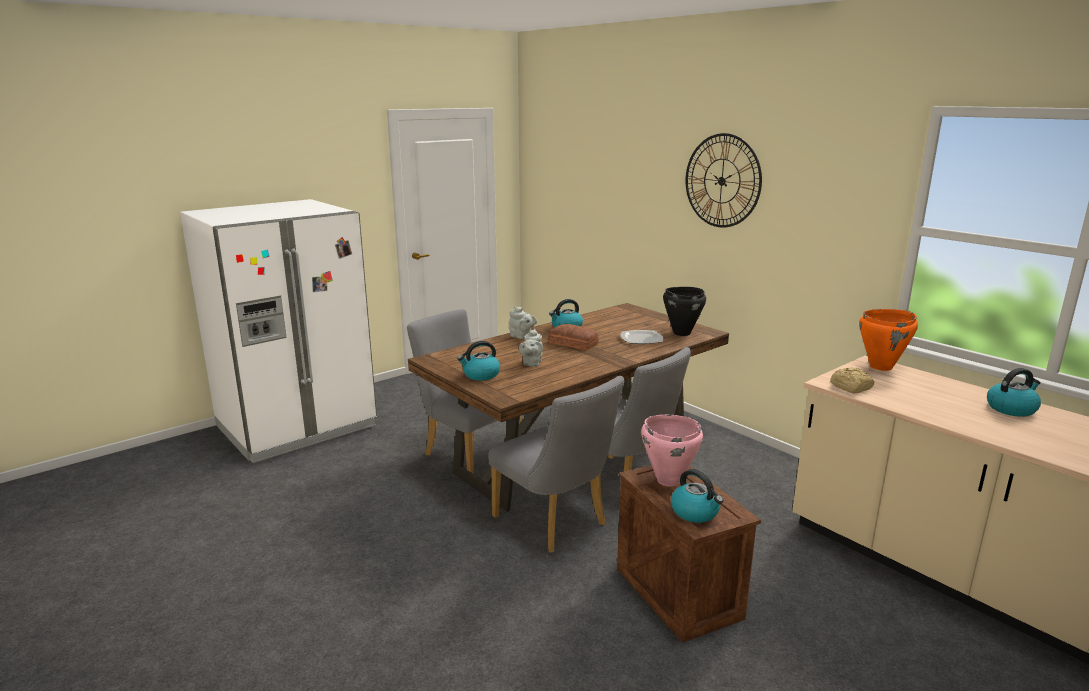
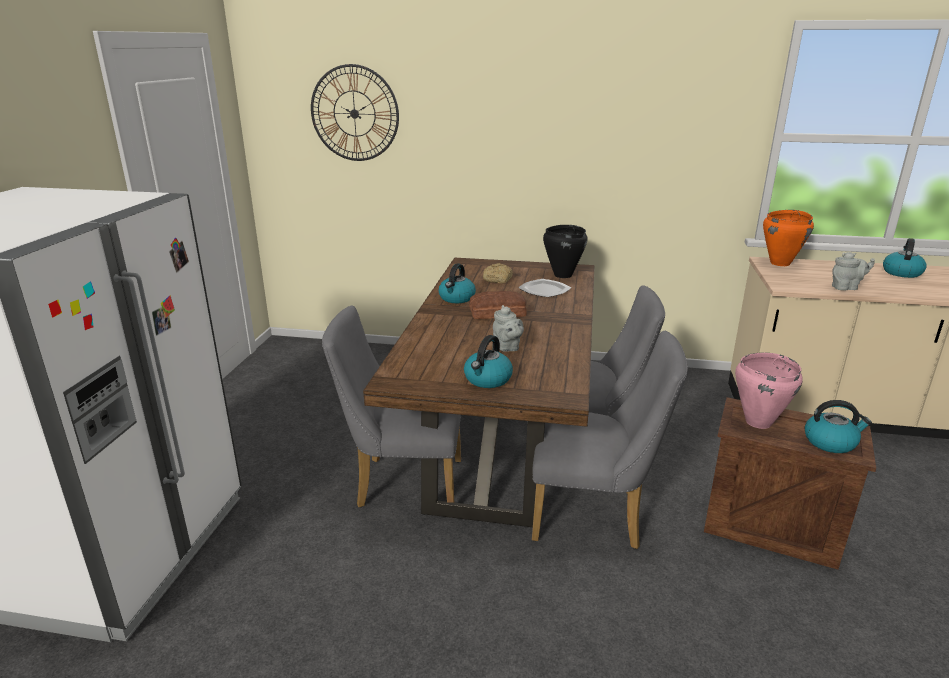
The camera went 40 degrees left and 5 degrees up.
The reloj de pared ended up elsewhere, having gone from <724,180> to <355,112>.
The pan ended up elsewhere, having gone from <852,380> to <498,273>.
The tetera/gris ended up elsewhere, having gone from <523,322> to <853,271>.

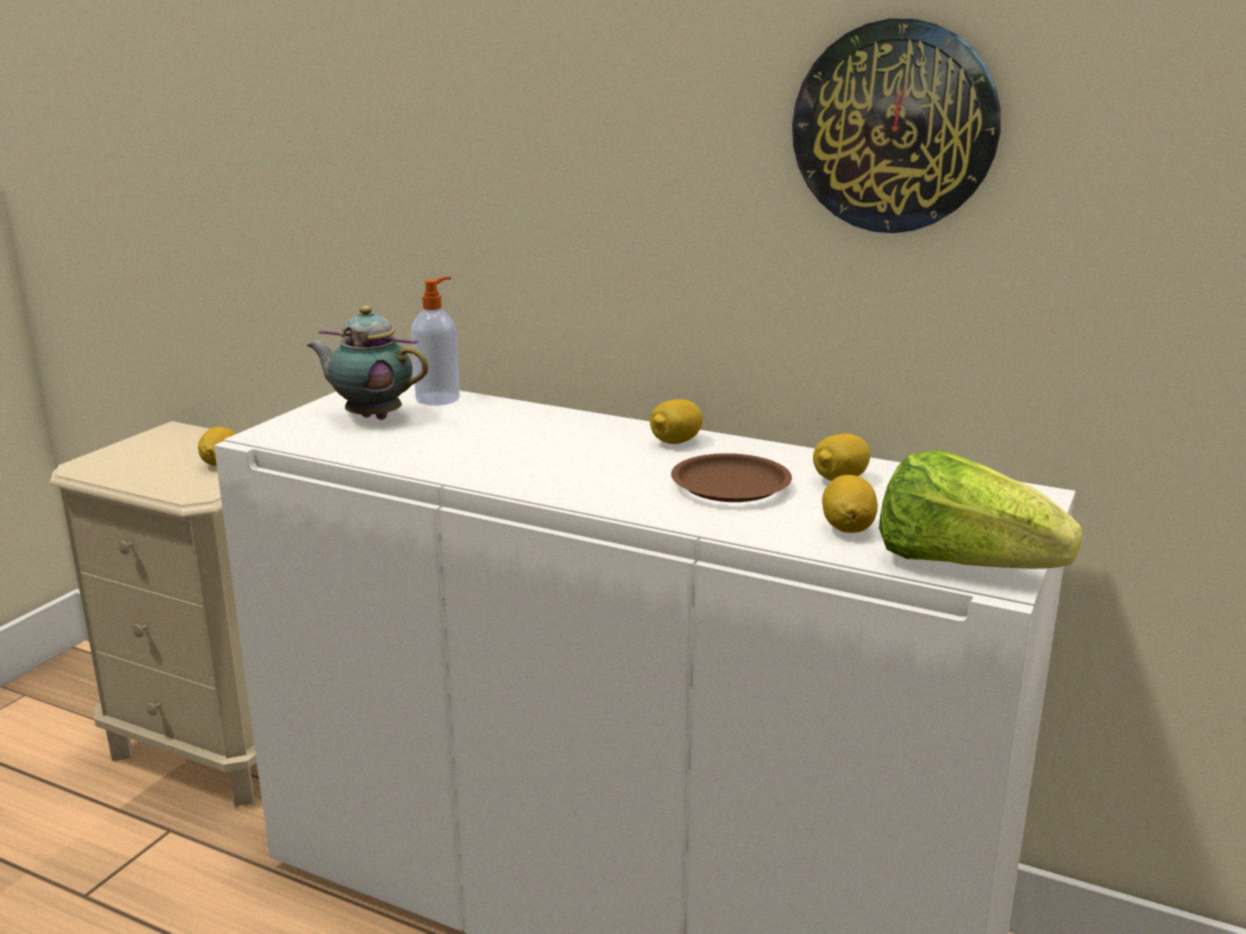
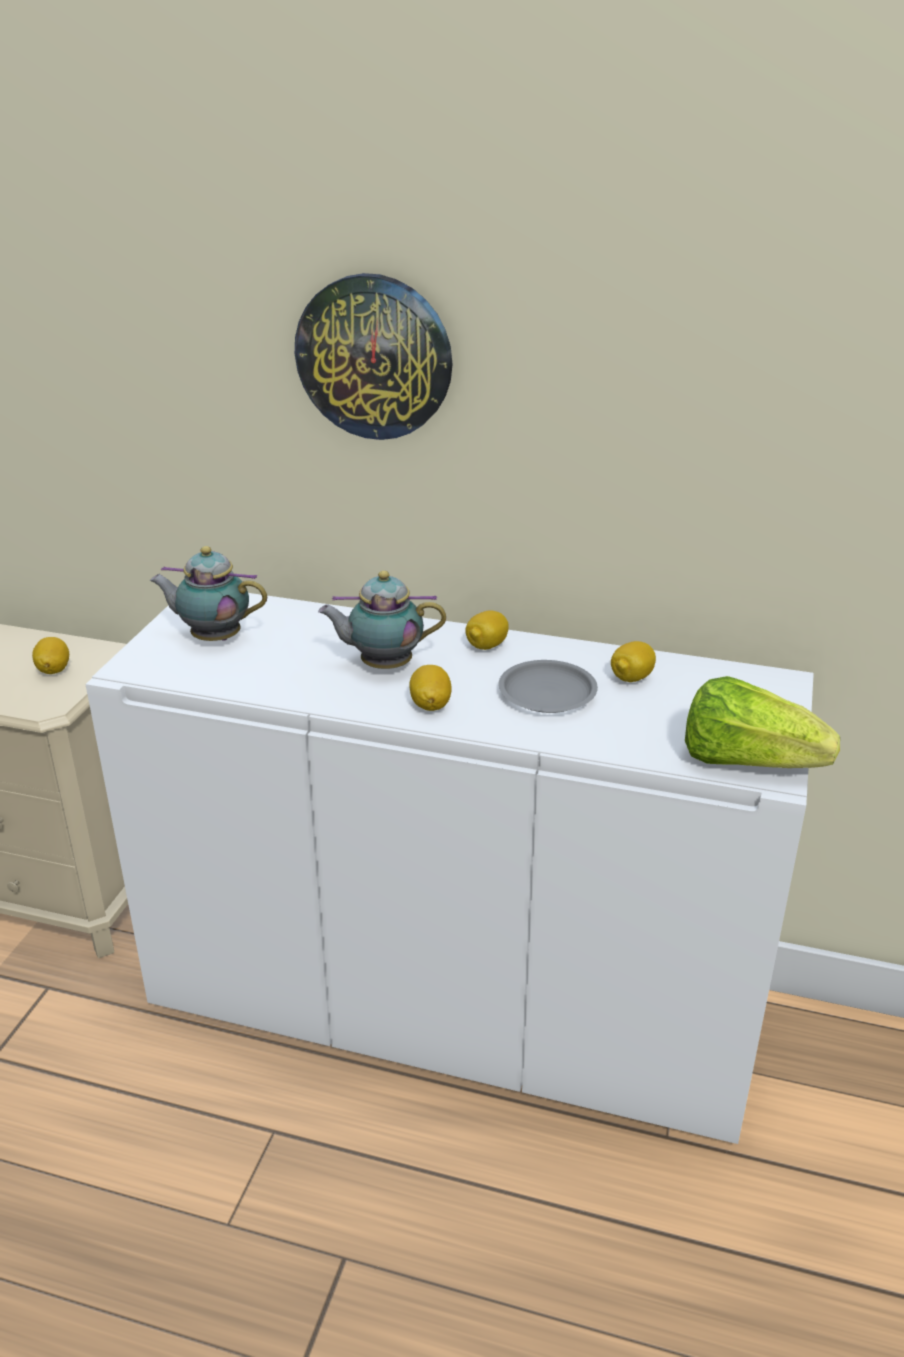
The camera went 10 degrees left and 10 degrees up.
The reloj de pared ended up elsewhere, having gone from <896,126> to <373,356>.
The second view gained the tetera at <382,620>.
The limón ended up elsewhere, having gone from <850,504> to <430,688>.
What was the plato/marrón at <731,477> turned into the plato/gris at <548,686>.
The second view lost the dispensador de jabón at <435,341>.

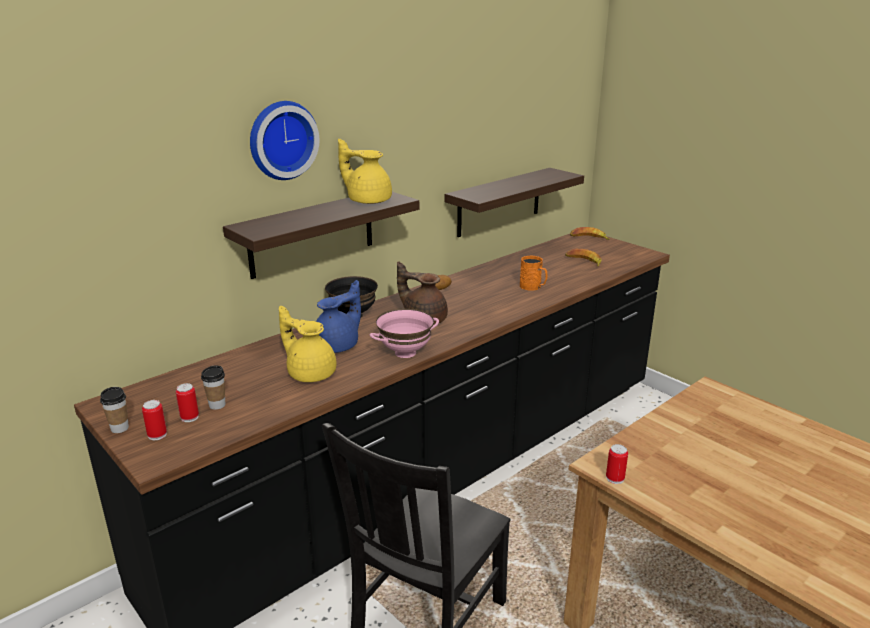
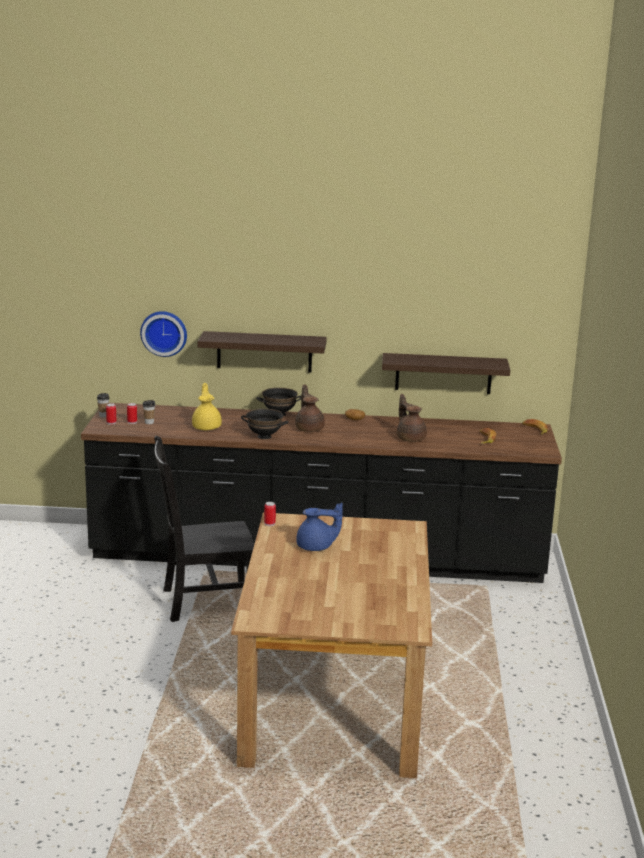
The camera went 45 degrees right and 5 degrees down.
The reloj de pared ended up elsewhere, having gone from <284,140> to <163,334>.
What was the cuenco/rosa at <404,333> turned into the cuenco/negro at <265,424>.
The tetera/azul ended up elsewhere, having gone from <338,316> to <319,527>.
Where the taza grande/naranja stood at <534,273>, the tetera/marrón came to stand at <412,418>.
The second view lost the tetera/amarillo at <365,171>.

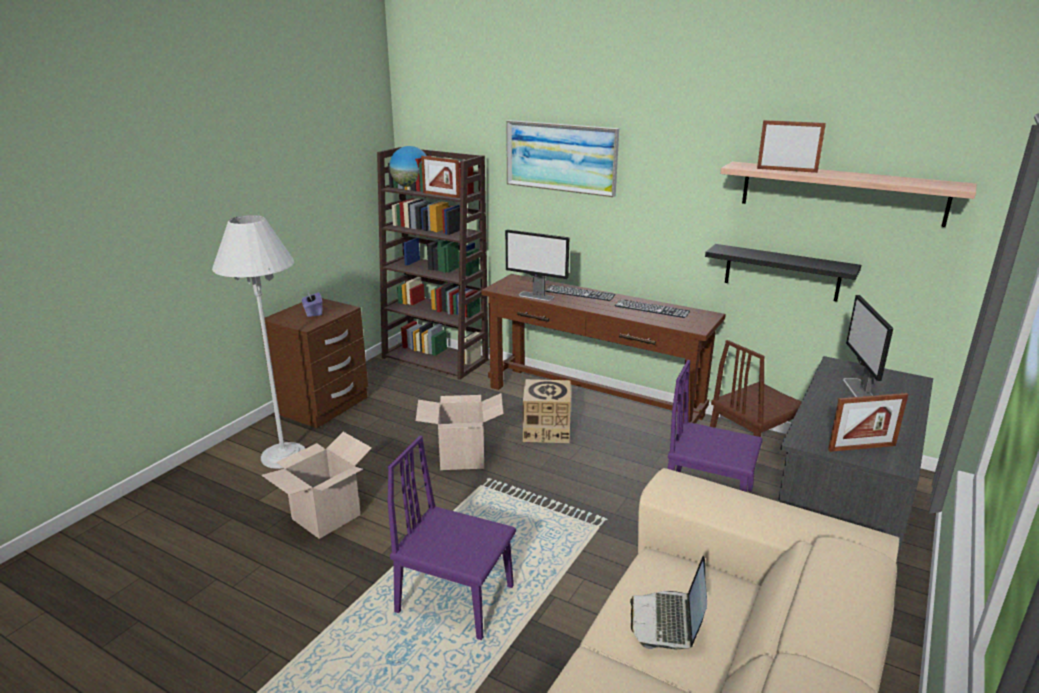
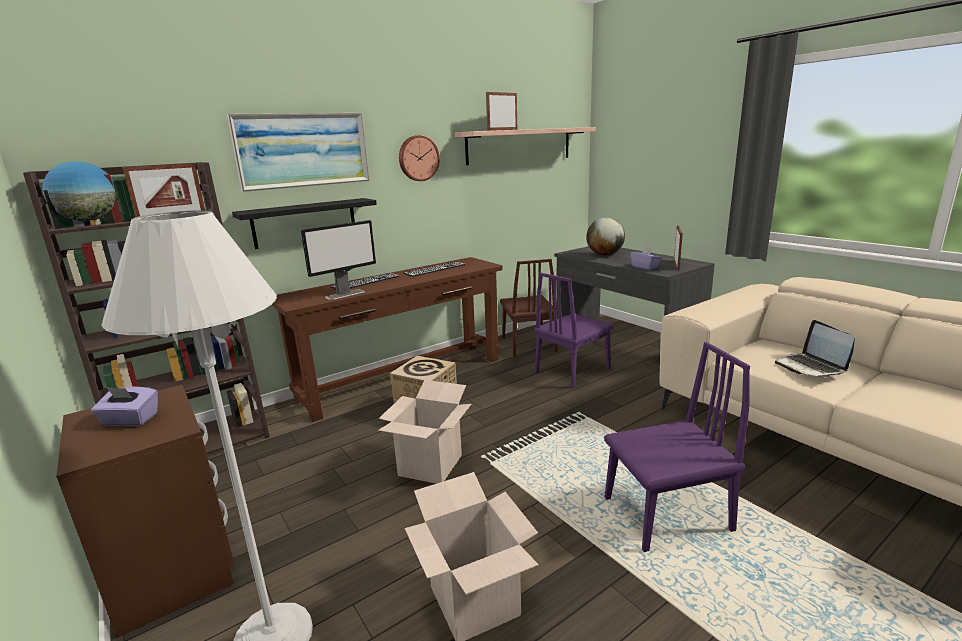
The camera went 65 degrees left and 5 degrees down.
The estante/negro ended up elsewhere, having gone from <783,273> to <304,223>.
The second view gained the reloj de pared at <419,158>.
Where the monitor stood at <868,346>, the globo terráqueo came to stand at <605,236>.
The silla/morado at <452,538> ended up facing another way, 150 degrees counterclockwise from before.
The second view gained the caja de pañuelos/morado at <645,258>.
The portátil at <668,602> ended up facing another way, 45 degrees clockwise from before.

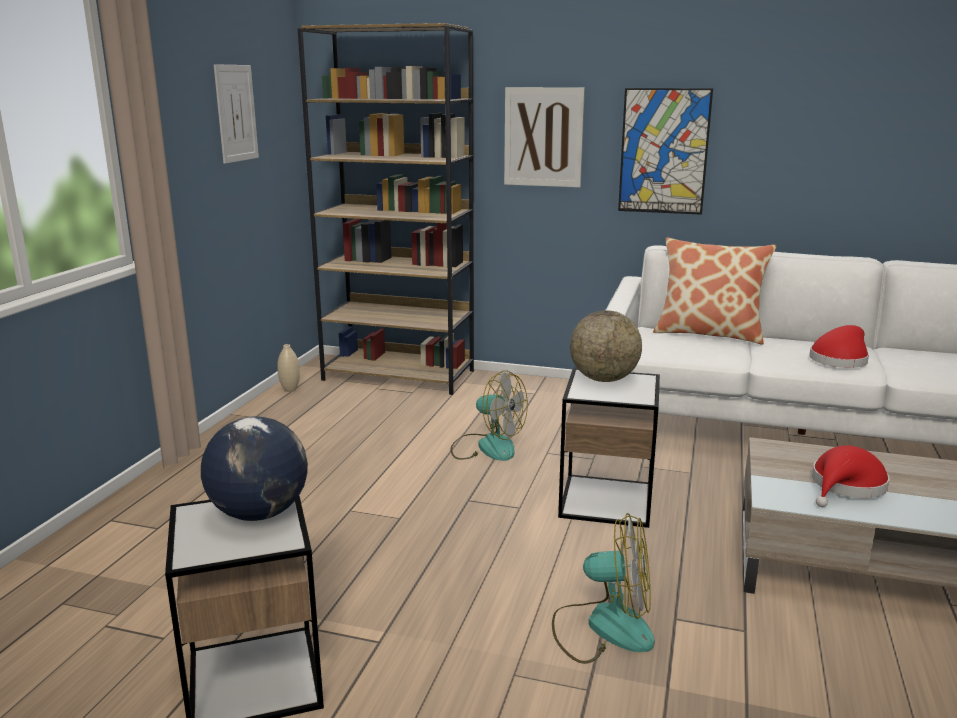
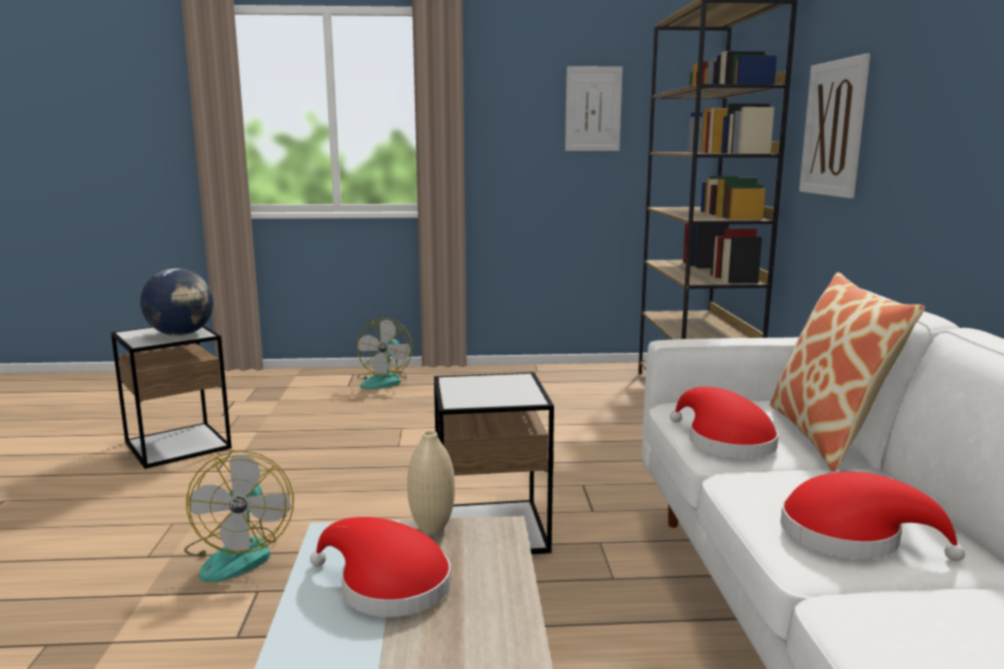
The camera went 70 degrees right and 5 degrees down.
The ventilador ended up elsewhere, having gone from <489,415> to <385,353>.
The florero/beis ended up elsewhere, having gone from <288,368> to <431,482>.
The second view gained the sombrero/rojo at <724,422>.
The second view lost the globo terráqueo at <606,346>.
The second view lost the cuadro at <665,151>.

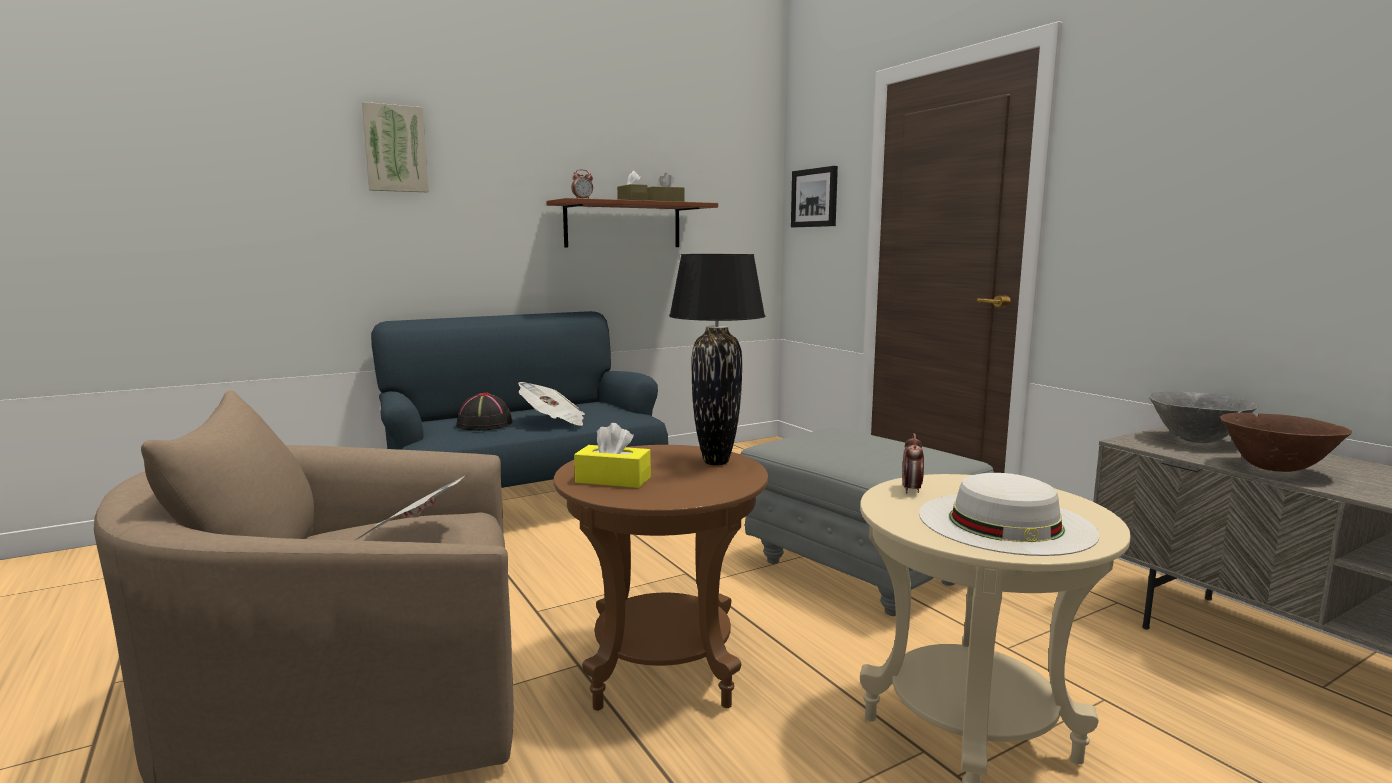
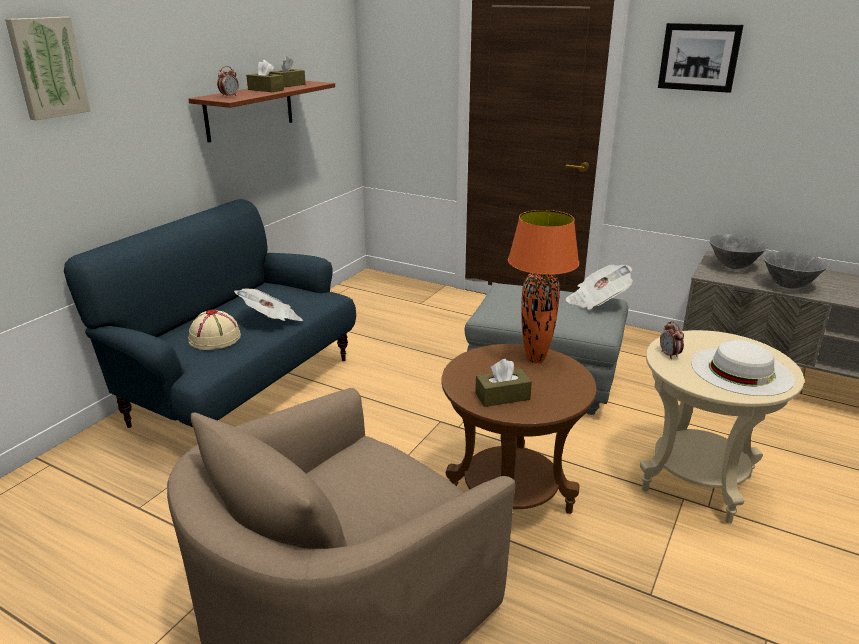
The camera went 30 degrees left and 15 degrees up.
What was the sombrero/negro at <484,411> turned into the sombrero/beis at <214,329>.
What was the caja de pañuelos/amarillo at <612,455> turned into the caja de pañuelos/marrón at <503,383>.
What was the lámpara de mesa/negro at <717,360> turned into the lámpara de mesa/naranja at <543,286>.
The periódico ended up elsewhere, having gone from <411,508> to <599,287>.
The cuadro ended up elsewhere, having gone from <814,196> to <701,58>.
What was the cuenco/marrón at <1286,442> turned into the cuenco/gris at <795,269>.

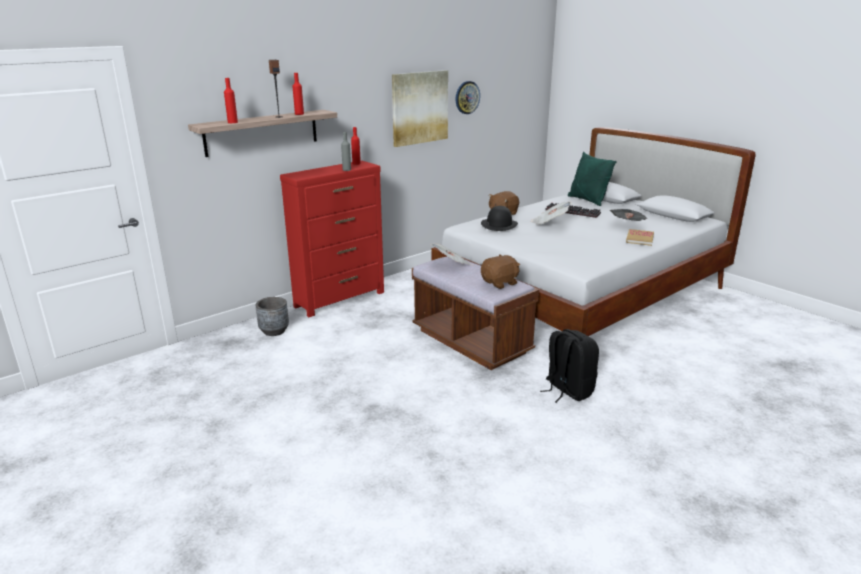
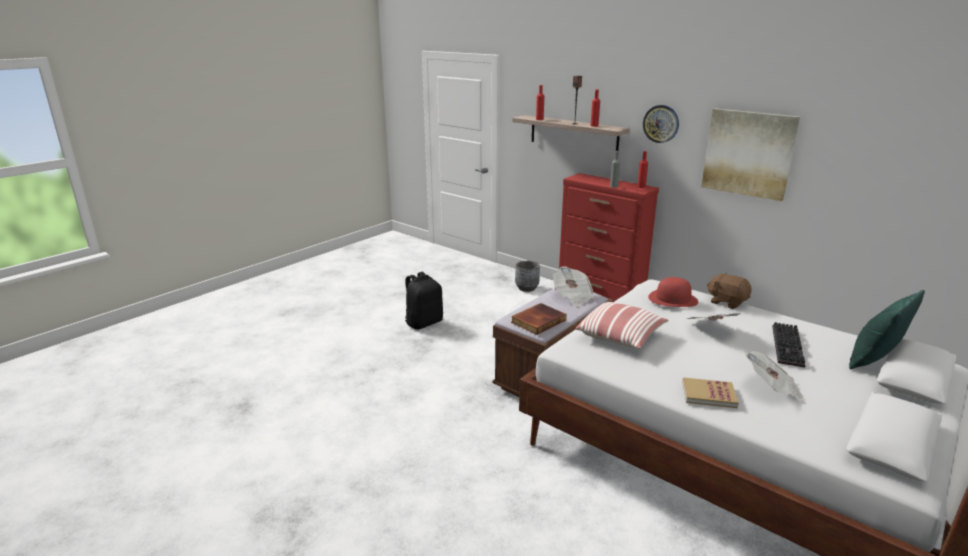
The camera went 80 degrees right and 0 degrees up.
The mochila/negro ended up elsewhere, having gone from <569,366> to <424,301>.
Where the peluche/marrón stood at <500,271>, the libro came to stand at <539,319>.
The second view gained the cojín at <622,325>.
The reloj de pared ended up elsewhere, having gone from <468,97> to <661,124>.
What was the sombrero/negro at <499,218> turned into the sombrero/rojo at <673,292>.

